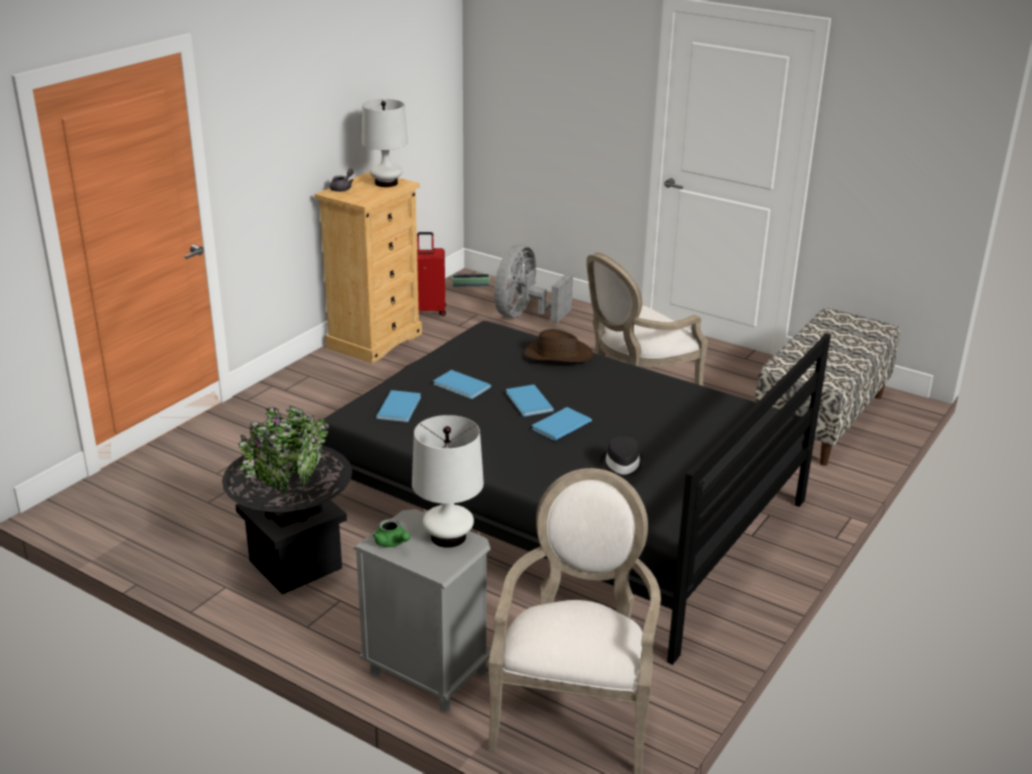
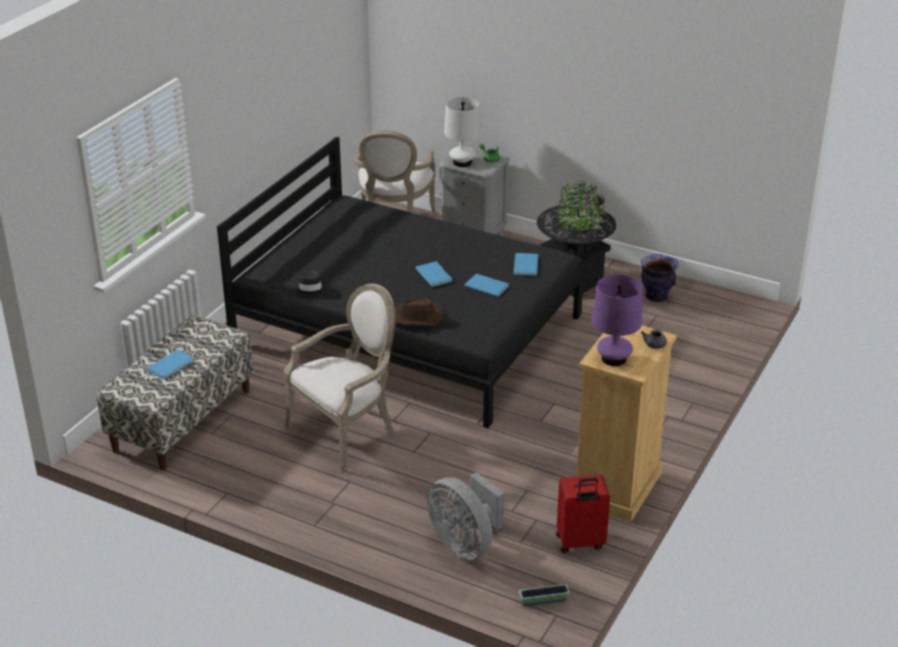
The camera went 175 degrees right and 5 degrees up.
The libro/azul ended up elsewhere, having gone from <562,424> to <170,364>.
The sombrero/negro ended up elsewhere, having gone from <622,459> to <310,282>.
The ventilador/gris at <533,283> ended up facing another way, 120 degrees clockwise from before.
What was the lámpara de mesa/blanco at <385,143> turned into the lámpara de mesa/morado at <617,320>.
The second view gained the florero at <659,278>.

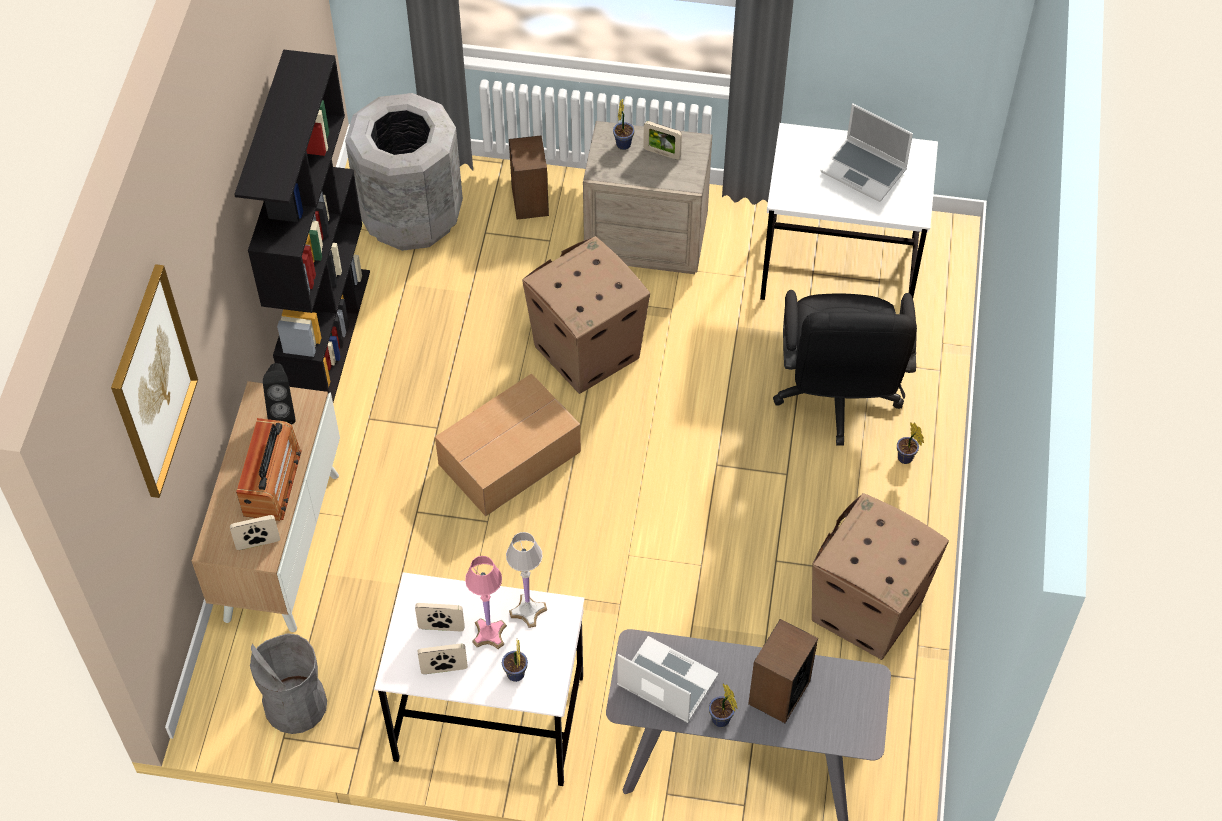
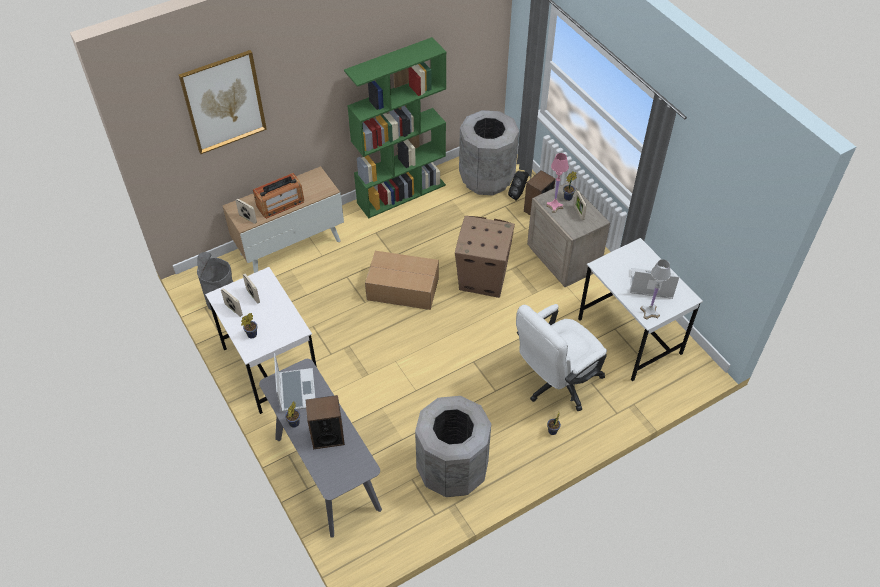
The camera went 50 degrees right and 5 degrees down.
What was the estantería/negro at <302,225> turned into the estantería/verde at <395,127>.
Where the caja de cartón stood at <880,576>, the papelera/gris came to stand at <453,446>.
The altavoz/negro ended up elsewhere, having gone from <279,393> to <518,186>.
What was the silla de oficina/negro at <845,368> turned into the silla de oficina/blanco at <561,357>.
The lámpara de mesa/rosa ended up elsewhere, having gone from <486,602> to <557,183>.
The portátil at <866,152> ended up facing another way, 105 degrees clockwise from before.
The lámpara de mesa/blanco ended up elsewhere, having gone from <526,580> to <655,289>.

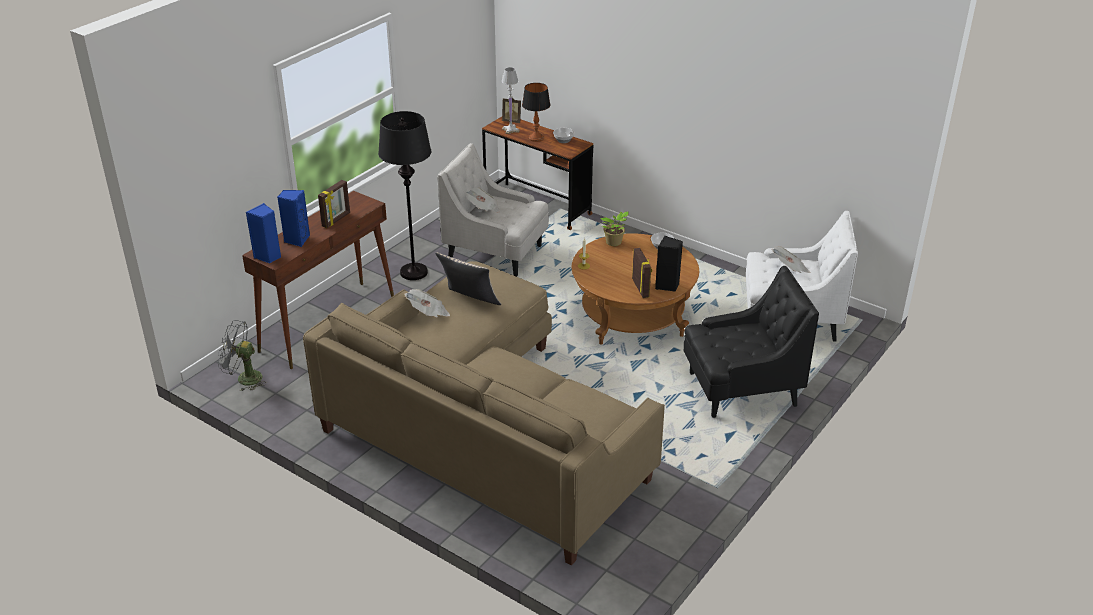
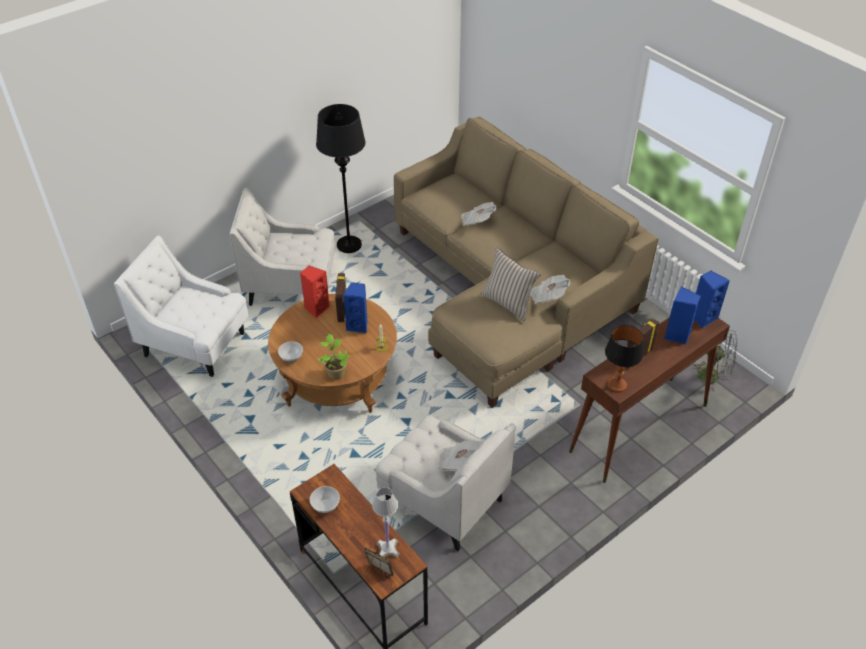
The camera went 165 degrees left and 10 degrees up.
What was the sillón/negro at <751,342> turned into the sillón/blanco at <282,247>.
What was the altavoz/negro at <669,263> turned into the altavoz/rojo at <315,292>.
The lámpara de pie/negro ended up elsewhere, having gone from <404,195> to <341,178>.
The second view gained the altavoz/azul at <355,307>.
The periódico ended up elsewhere, having gone from <791,259> to <478,214>.
The lámpara de mesa ended up elsewhere, having gone from <536,112> to <624,359>.

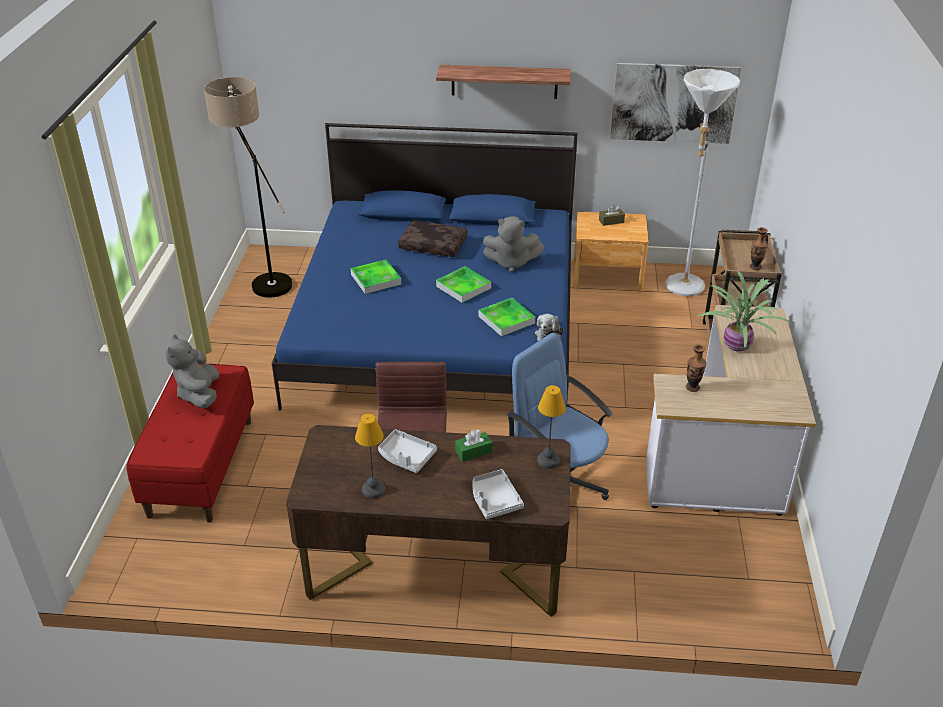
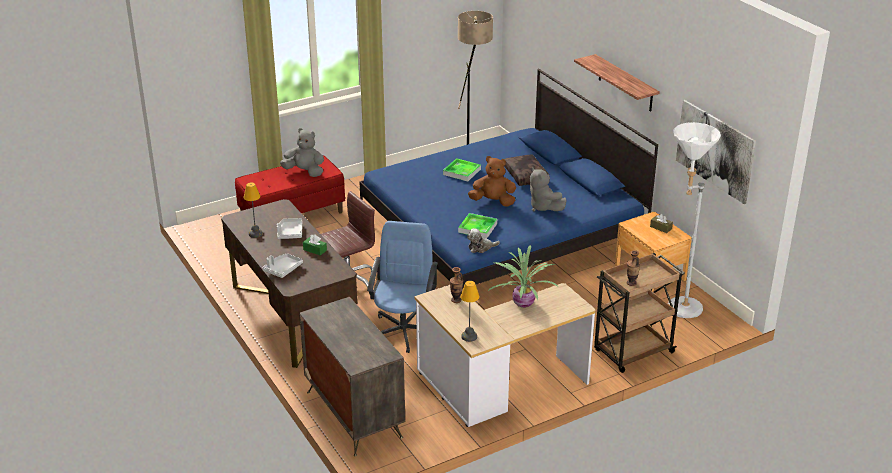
The camera went 55 degrees right and 5 degrees down.
The peluche/gris at <192,371> ended up facing another way, 60 degrees clockwise from before.
The second view gained the cómoda at <352,376>.
The lámpara de mesa ended up elsewhere, having gone from <551,427> to <469,311>.
Where the bandeja stood at <463,284>, the peluche/marrón came to stand at <492,181>.

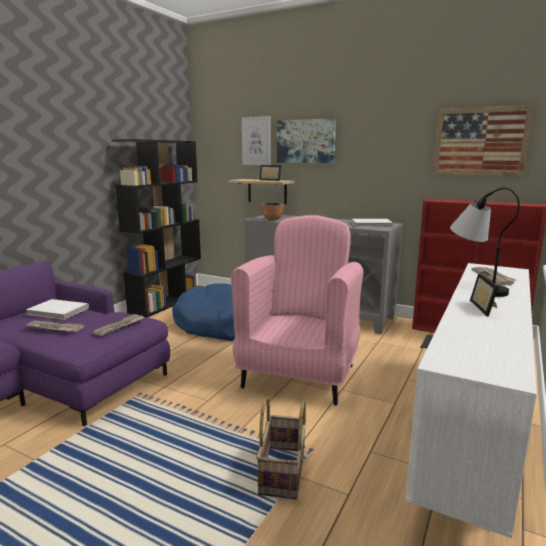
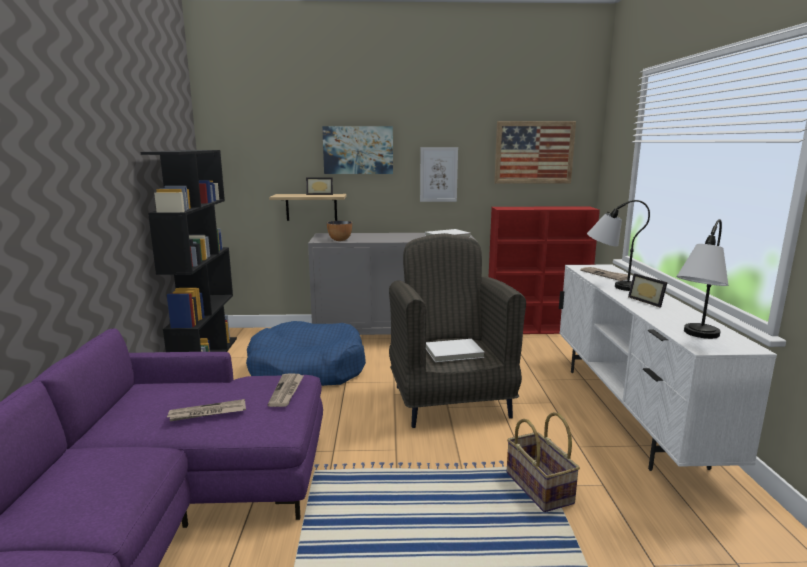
The camera went 30 degrees left and 0 degrees up.
What was the sillón/rosa at <297,310> turned into the sillón/gris at <457,330>.
The cuadro ended up elsewhere, having gone from <256,140> to <439,174>.
The libro/blanco ended up elsewhere, having gone from <57,309> to <455,350>.
The second view gained the lámpara de mesa at <702,279>.

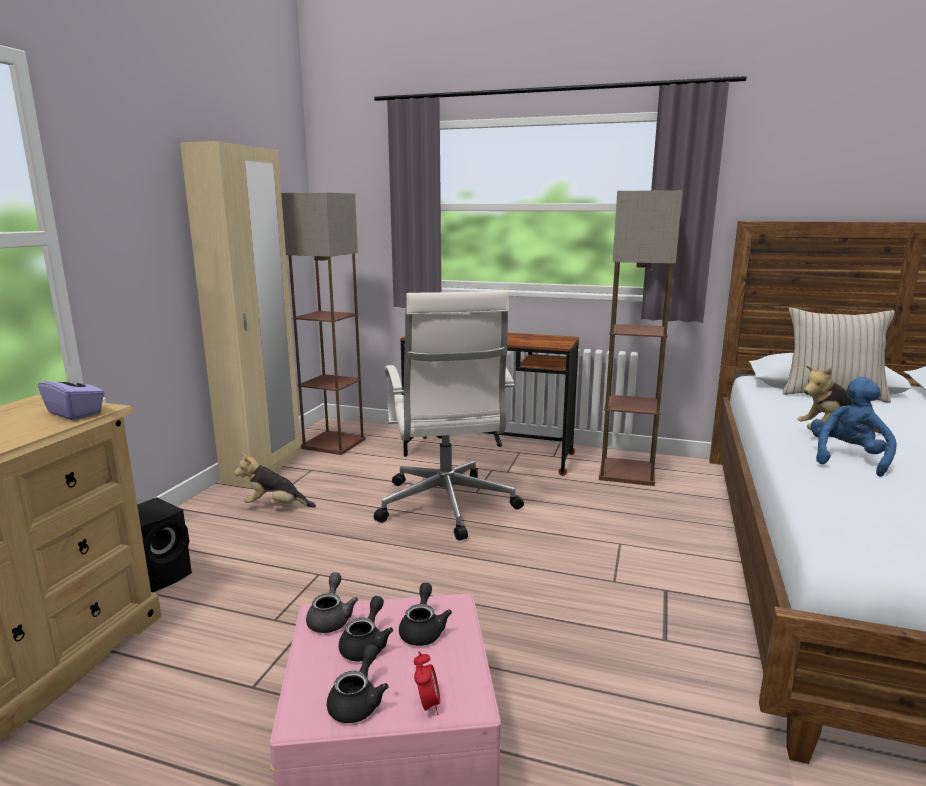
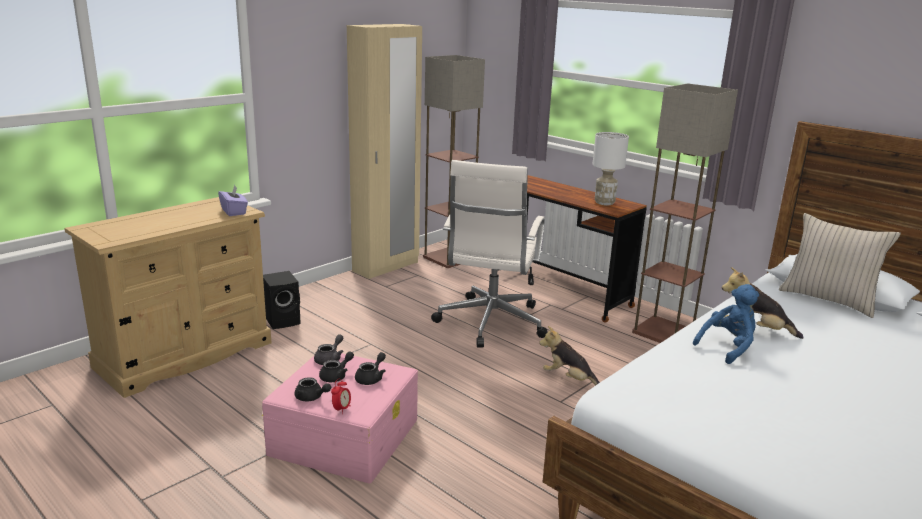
The camera went 25 degrees right and 5 degrees up.
The tetera/negro at <358,683> ended up facing another way, 75 degrees clockwise from before.
The peluche ended up elsewhere, having gone from <275,480> to <569,355>.
The second view gained the lámpara de mesa/blanco at <611,168>.

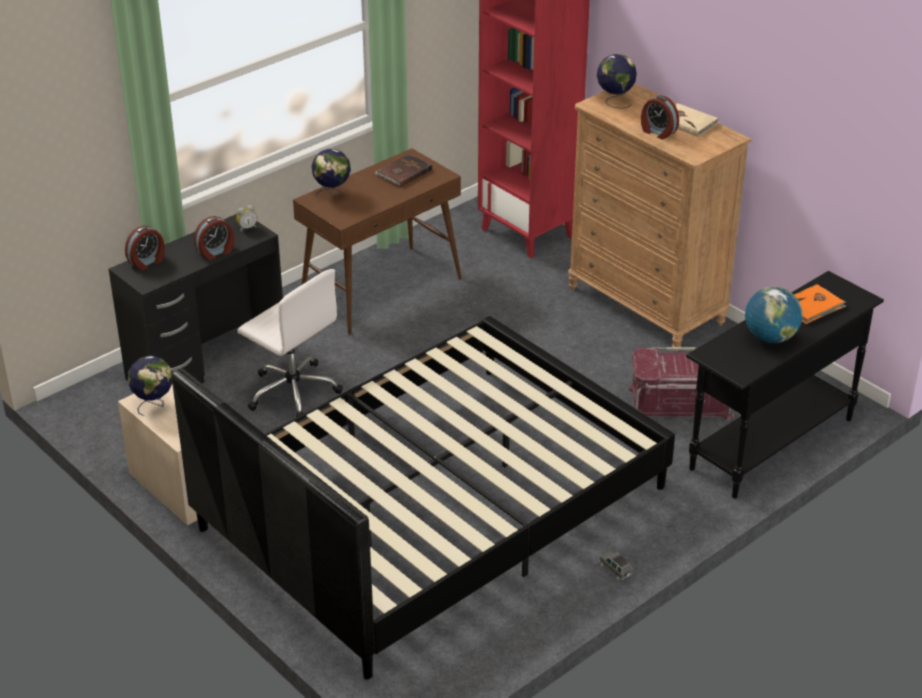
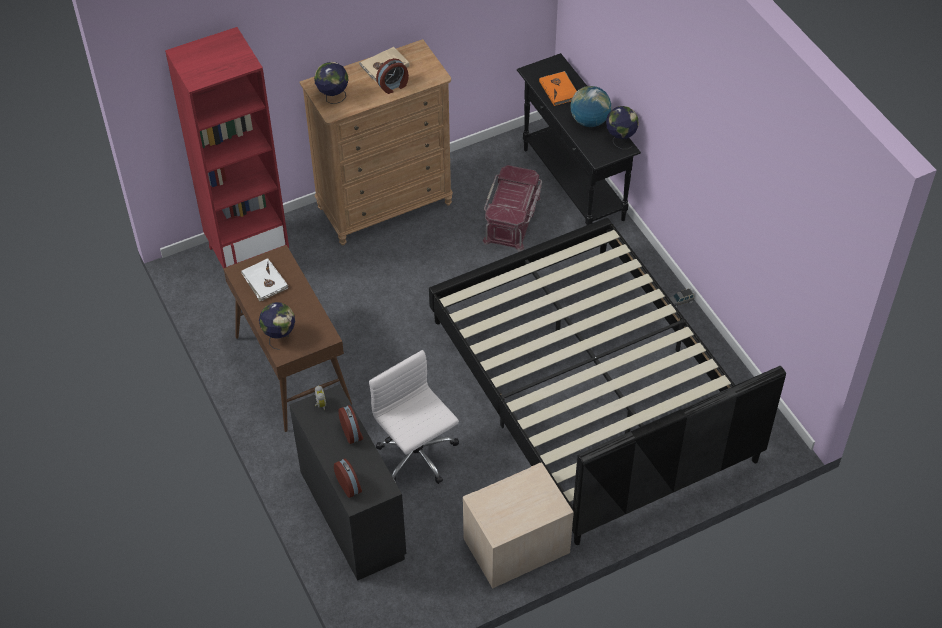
The camera went 75 degrees left and 15 degrees up.
What was the libro/marrón at <403,170> turned into the libro/blanco at <264,280>.
The silla de oficina/blanco at <290,343> ended up facing another way, 90 degrees counterclockwise from before.
The globo terráqueo ended up elsewhere, having gone from <150,386> to <622,127>.

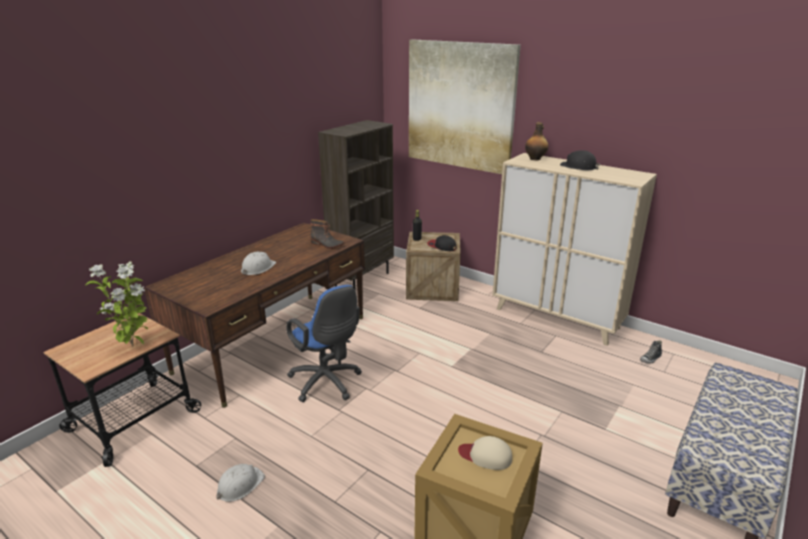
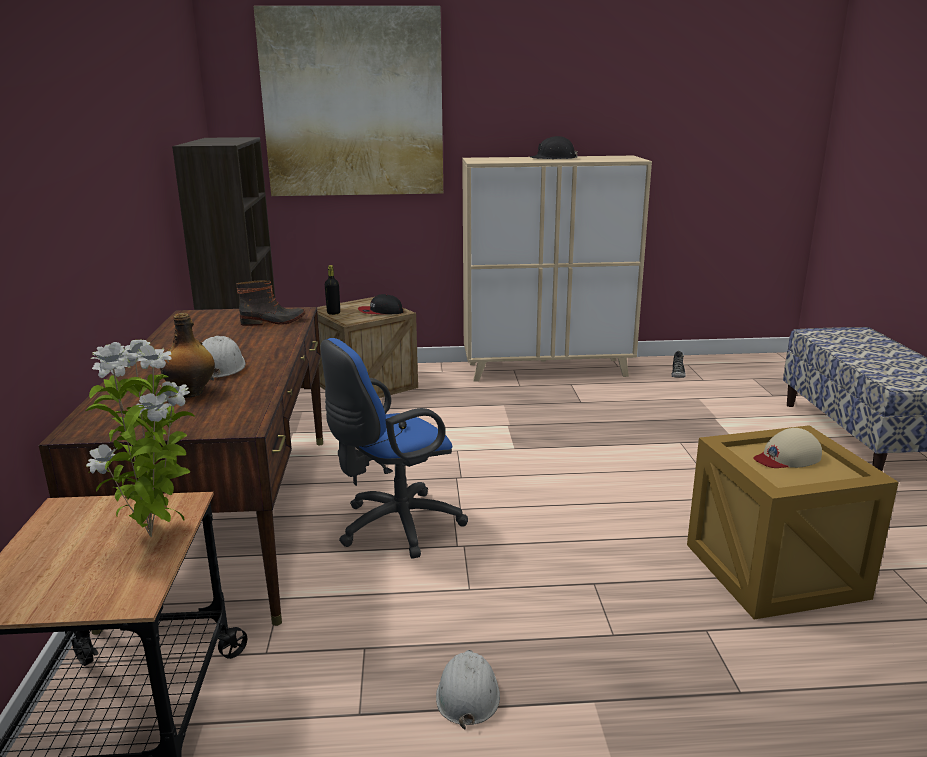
The camera went 40 degrees left and 5 degrees down.
The botella ended up elsewhere, having gone from <537,141> to <187,355>.
The silla de oficina/azul at <324,343> ended up facing another way, 135 degrees clockwise from before.

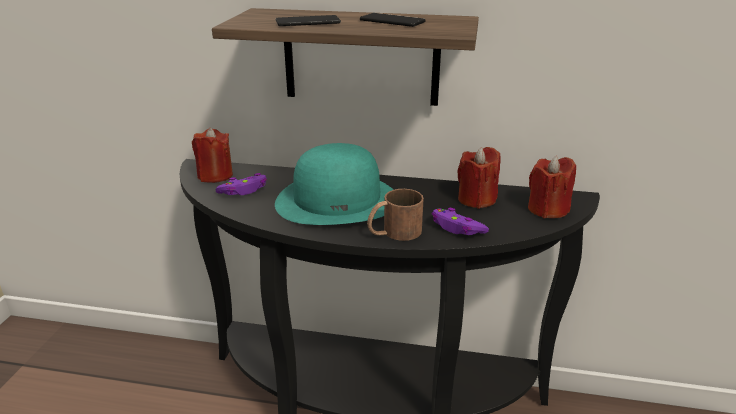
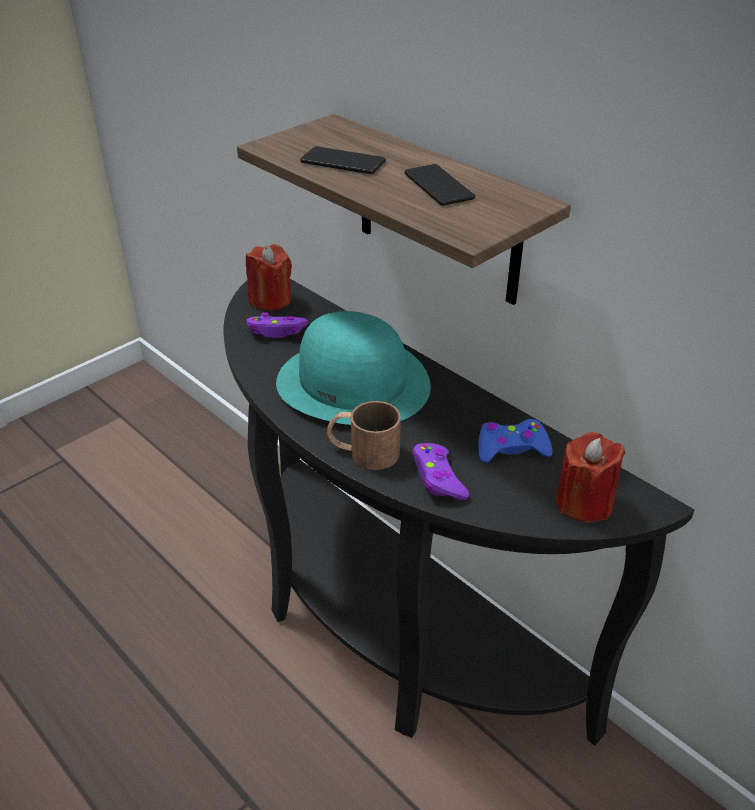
The camera went 35 degrees right and 10 degrees up.
Where the vela/rojo stood at <479,178>, the mando de consola/azul came to stand at <515,441>.

